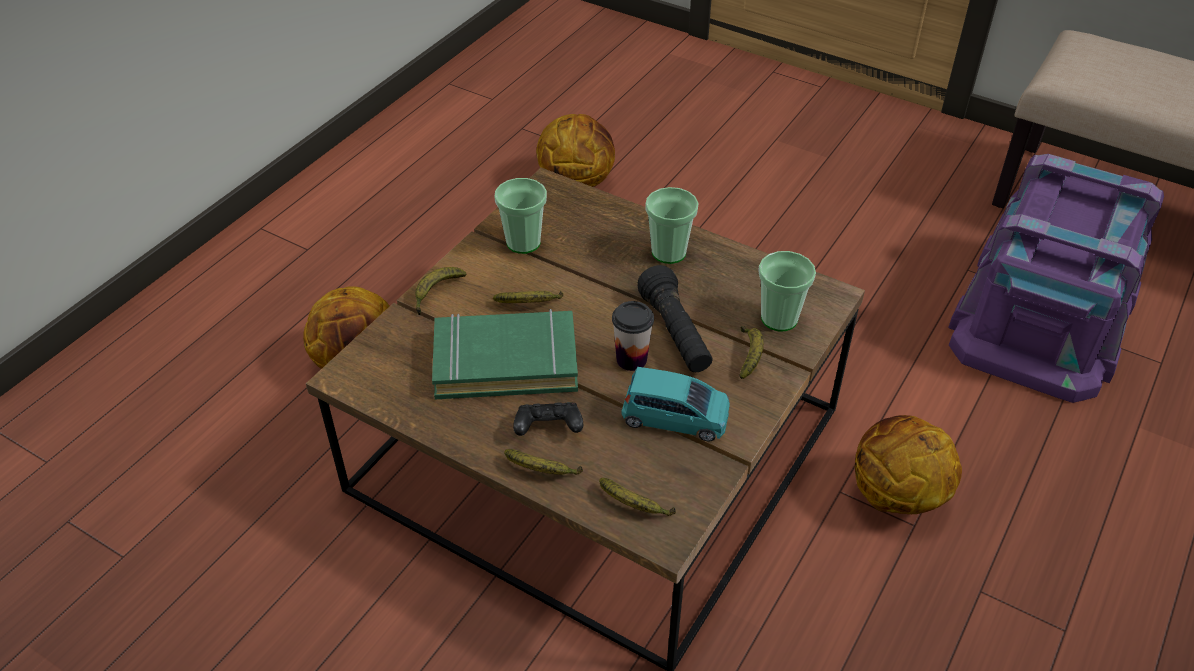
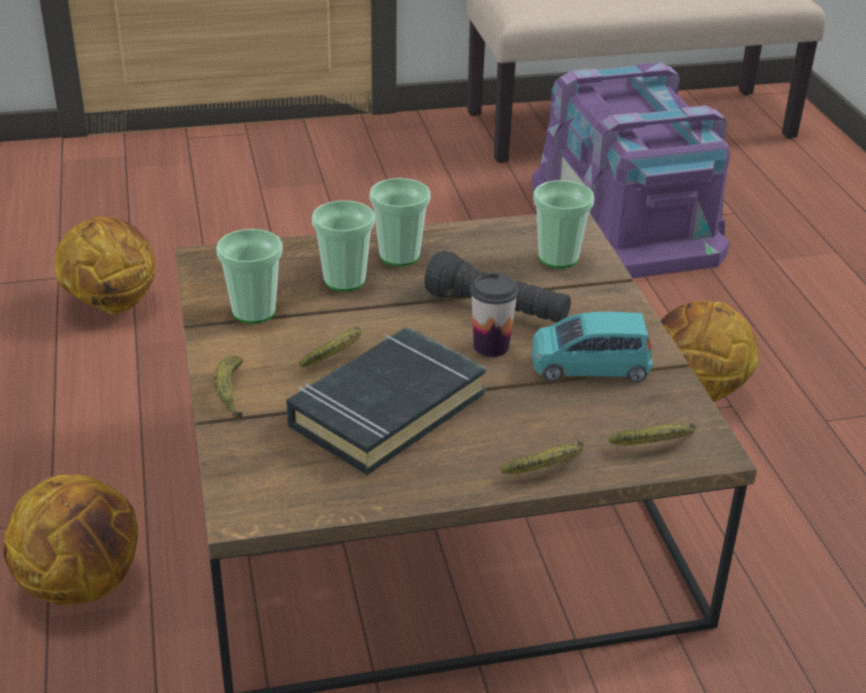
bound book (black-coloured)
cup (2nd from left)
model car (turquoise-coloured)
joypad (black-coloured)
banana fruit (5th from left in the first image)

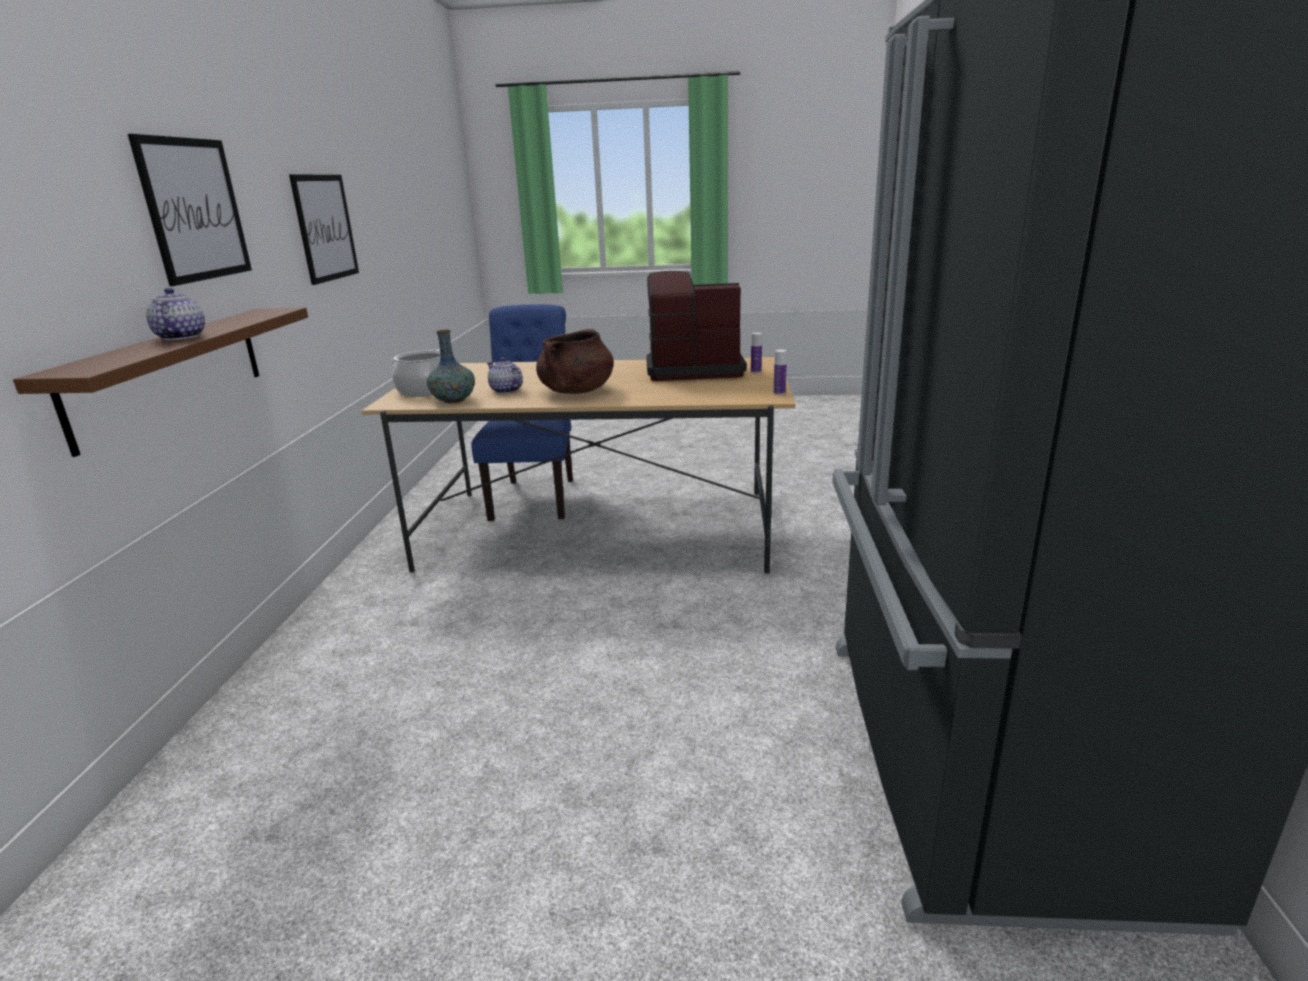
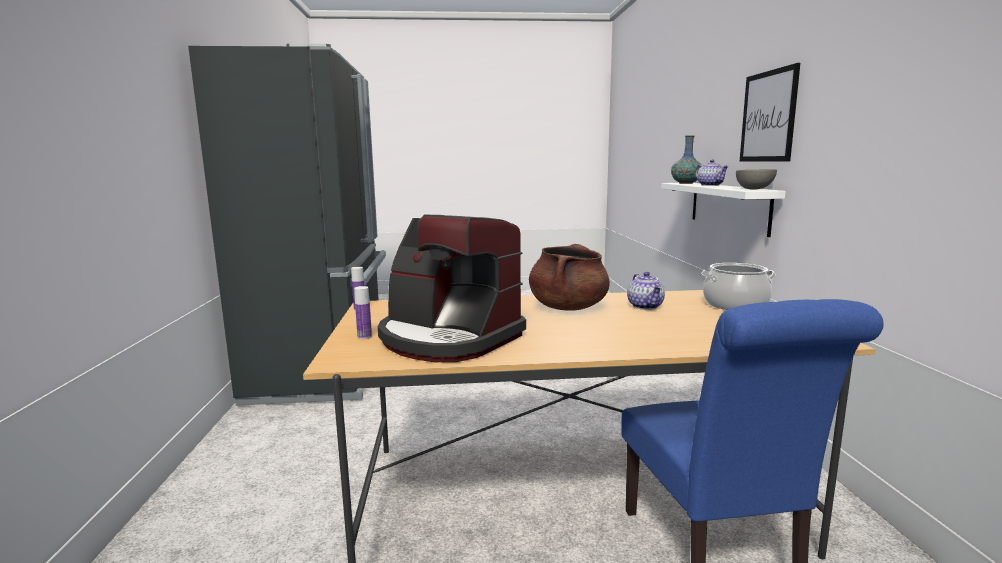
coffee maker
pot for tea (1st from left)
shelf (white)
decorative vase
deep dish (gray)
picture (2nd from left in the first image)

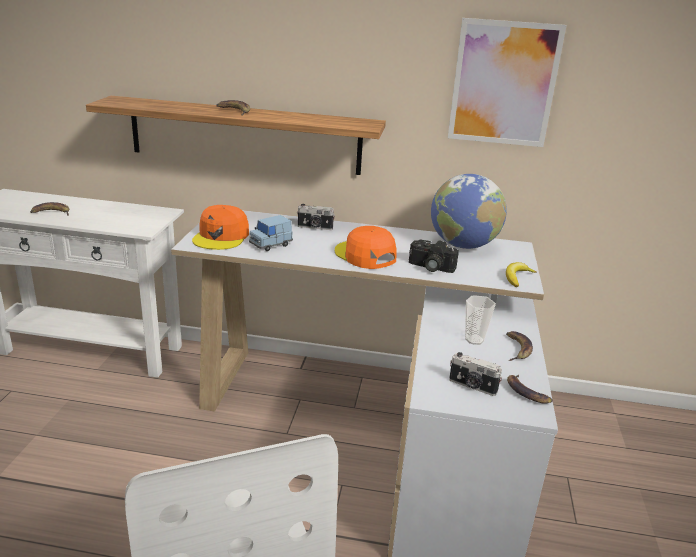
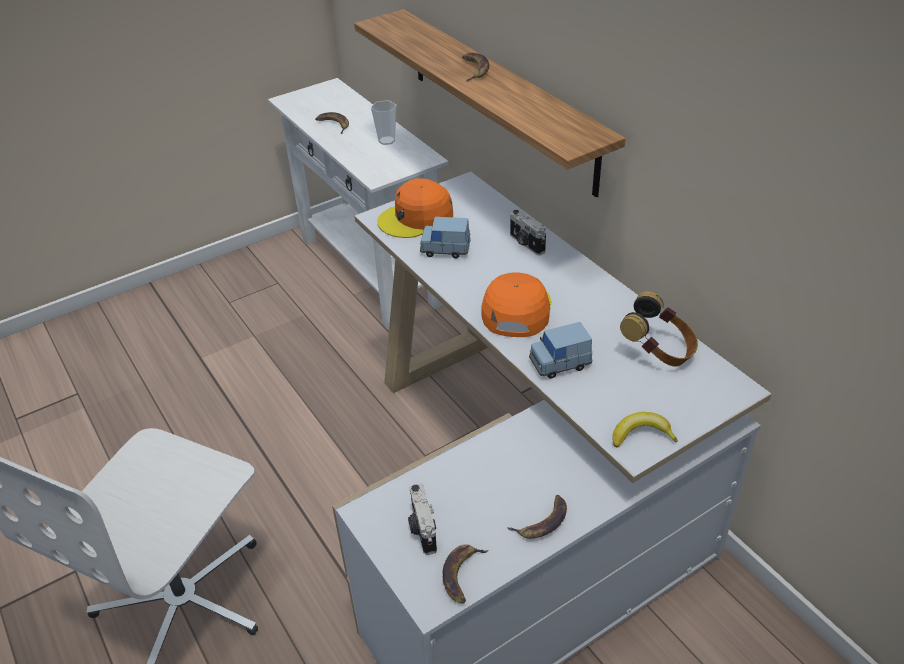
cup
model car (blue-coloured) (2nd from left)
pair of headphones
picture

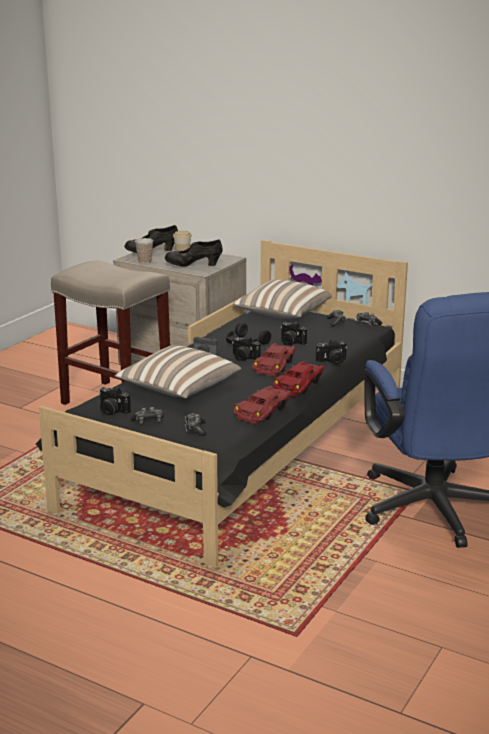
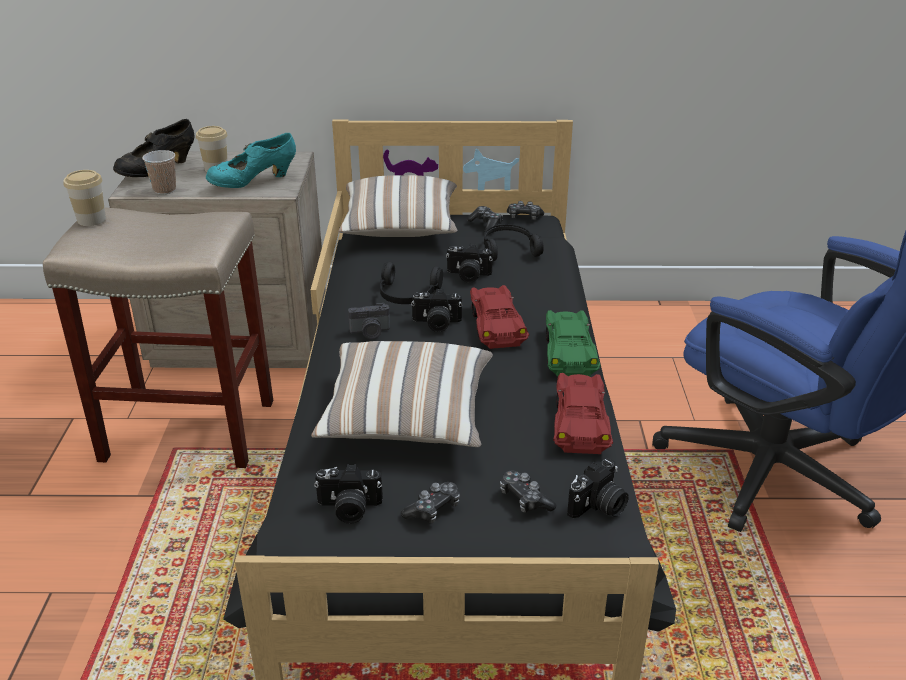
cup (1st from left)
item of footwear (turquoise-coloured)
pair of headphones (black-coloured) (2nd from left)
model car (green-coloured)
photo camera (5th from left)

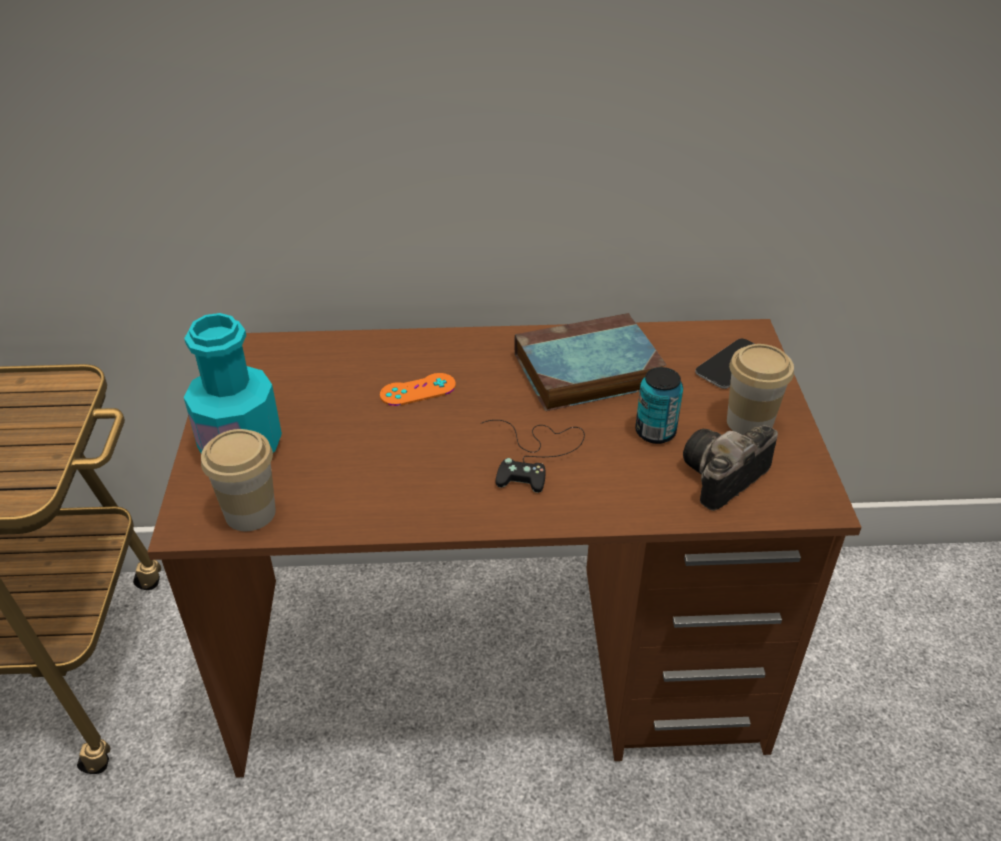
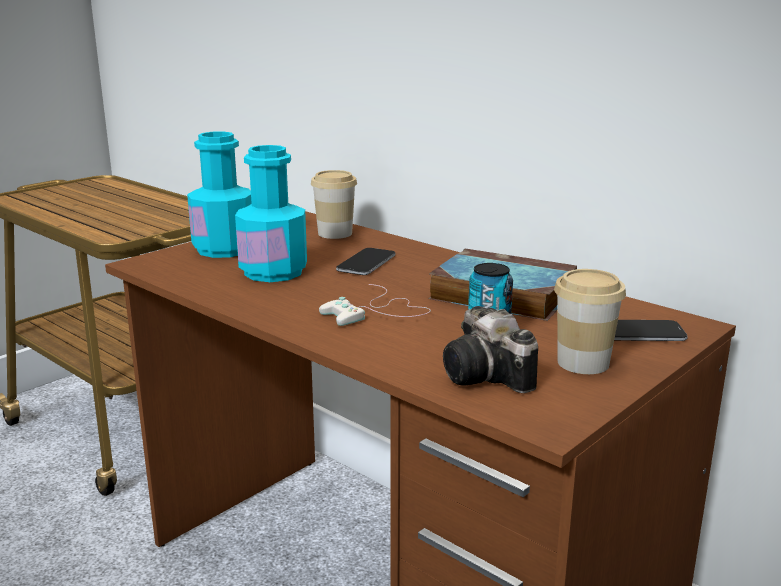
beverage bottle (turquoise-coloured) (2nd from left)
cup (1st from left)
joypad (white)
phone (1st from left)
photo camera

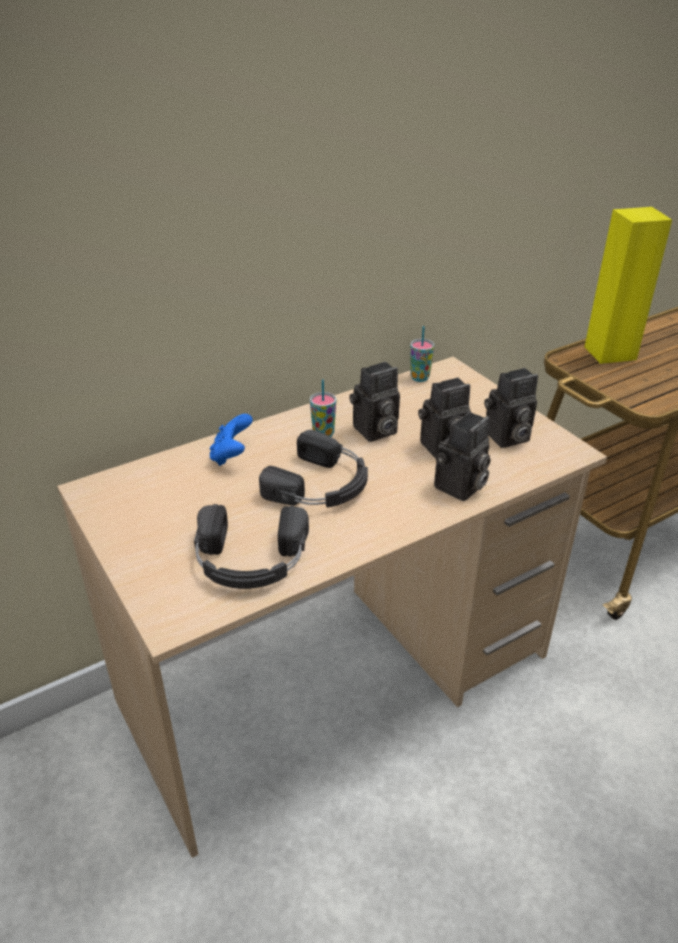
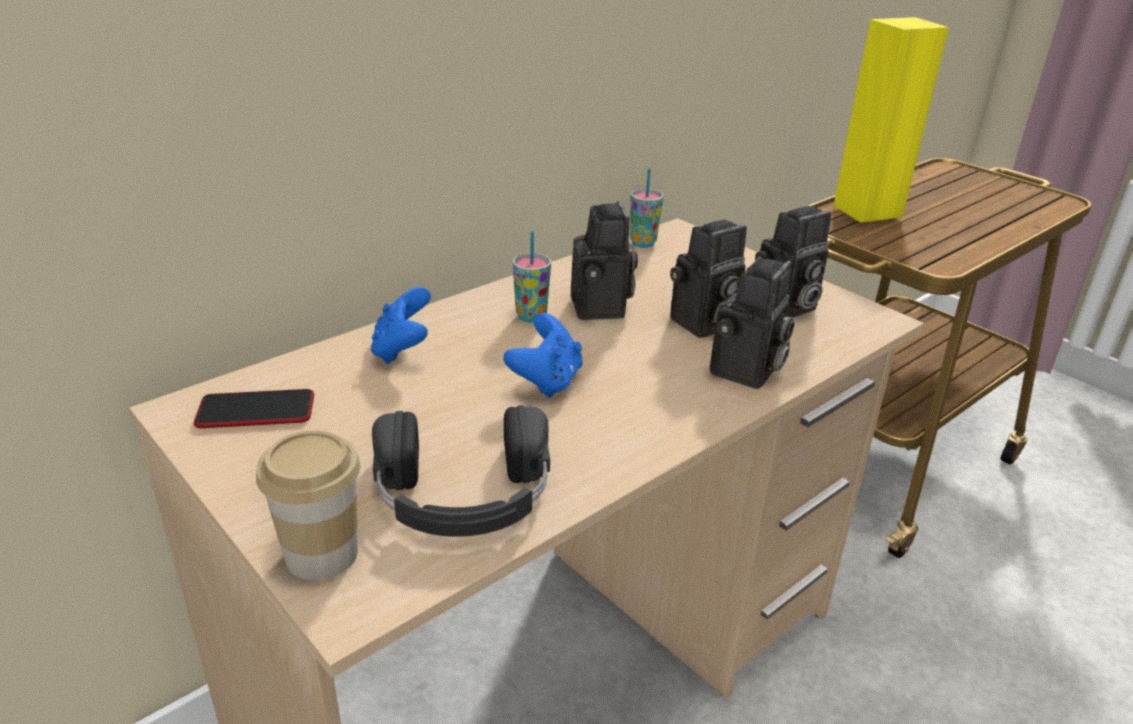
phone
cup (1st from left)
joypad (blue-coloured) (2nd from left)
photo camera (1st from left)

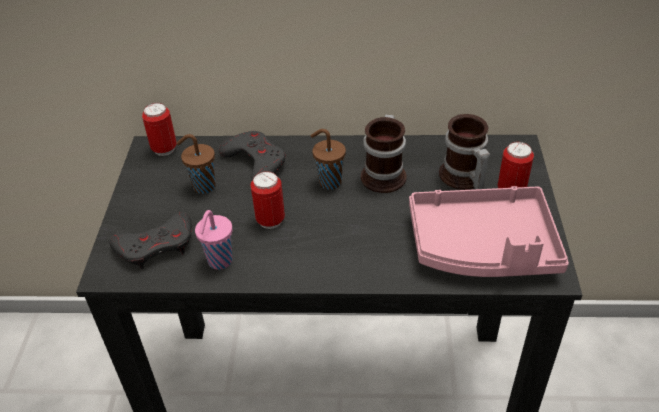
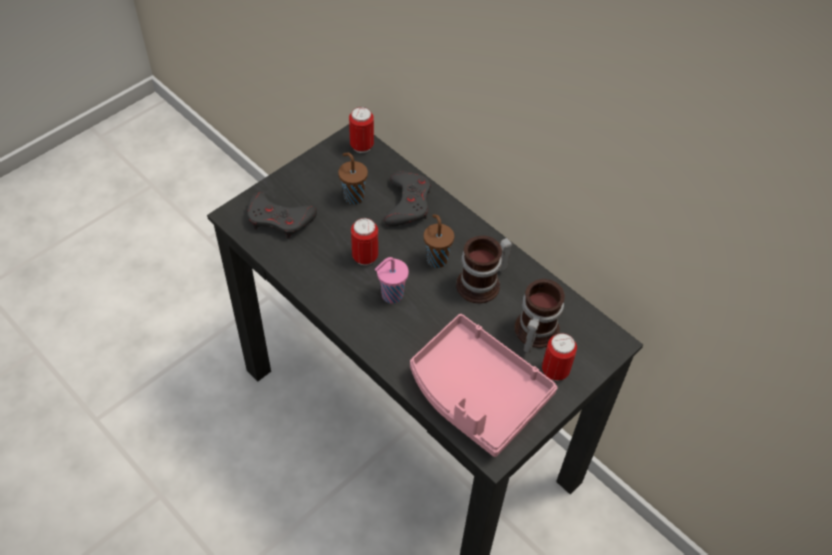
cup (pinkish)

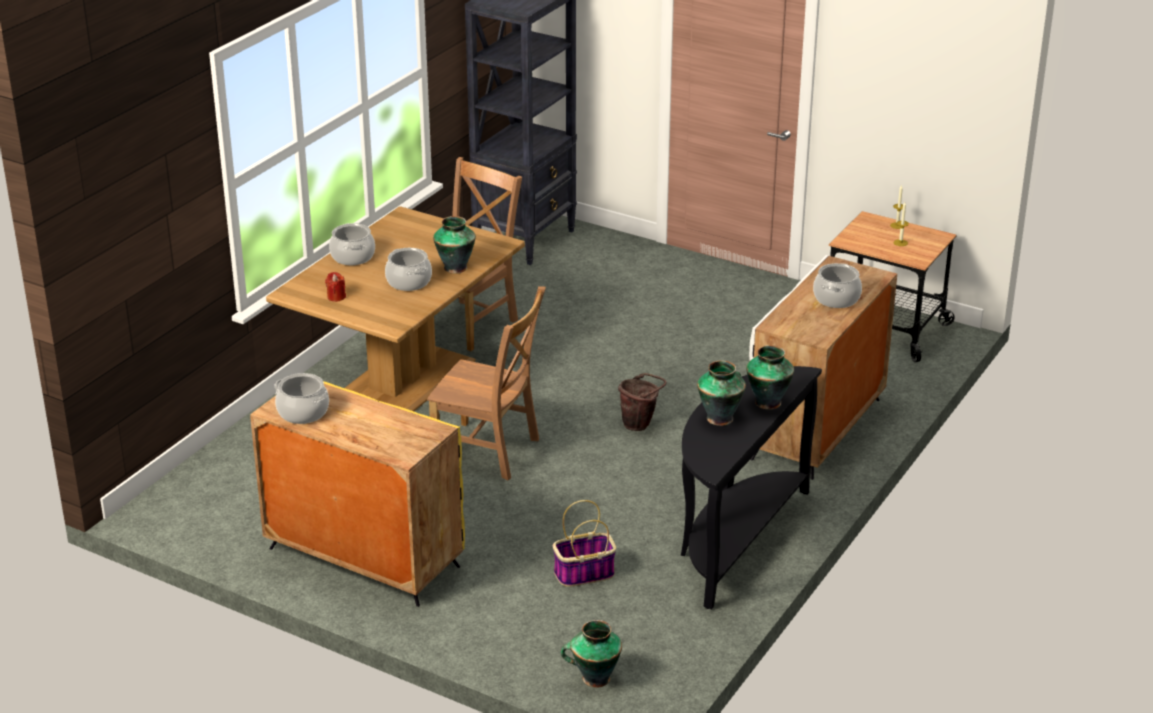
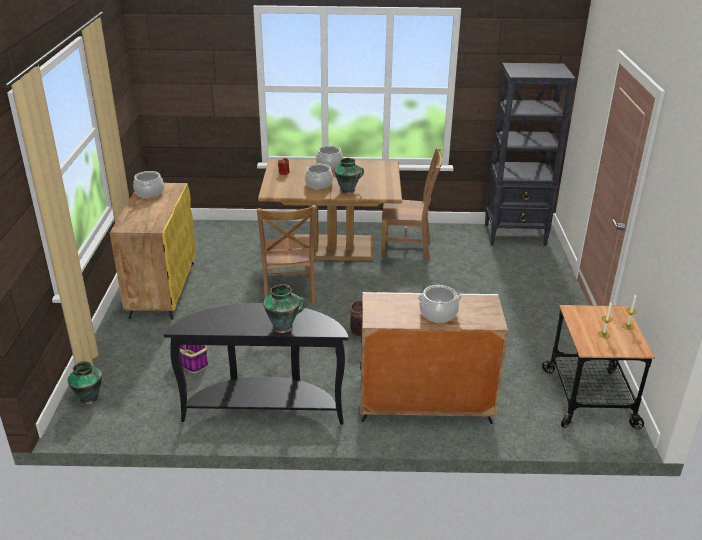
decorative vase (3rd from left in the first image)

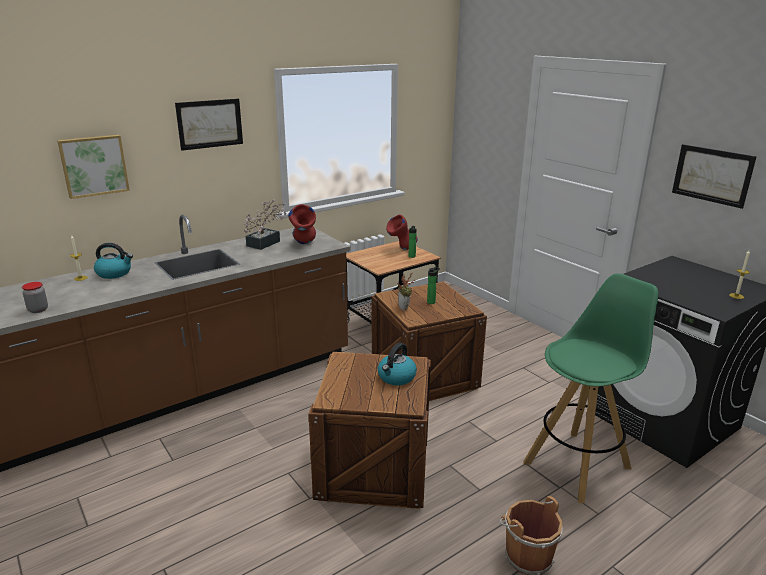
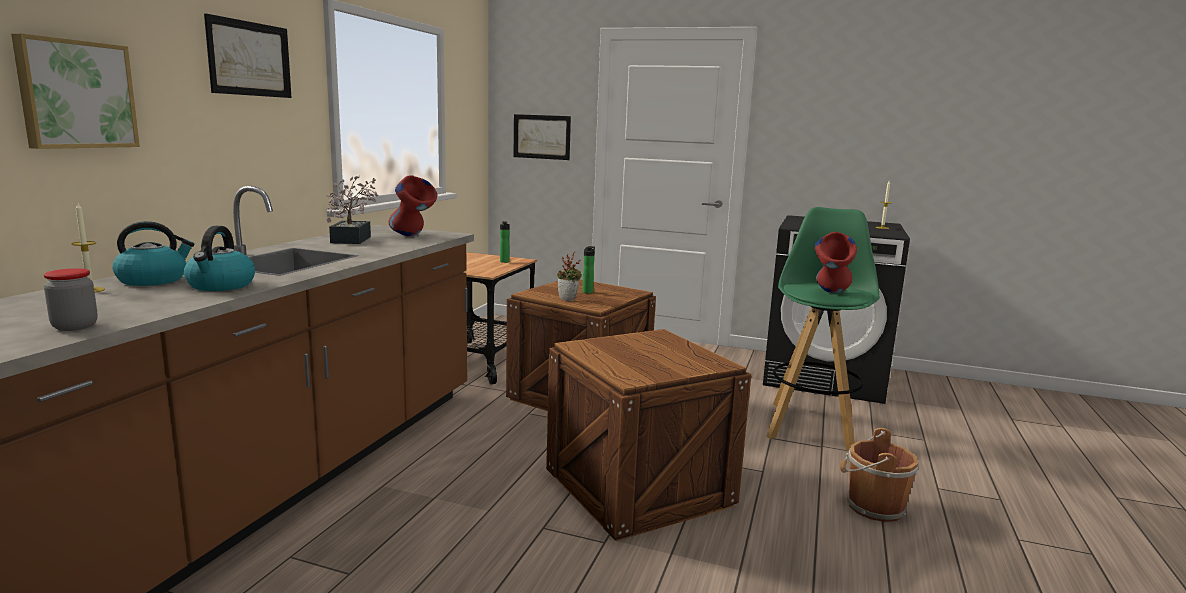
kettle (2nd from left)
picture (3rd from left)
decorative vase (red-coloured) (2nd from left)

